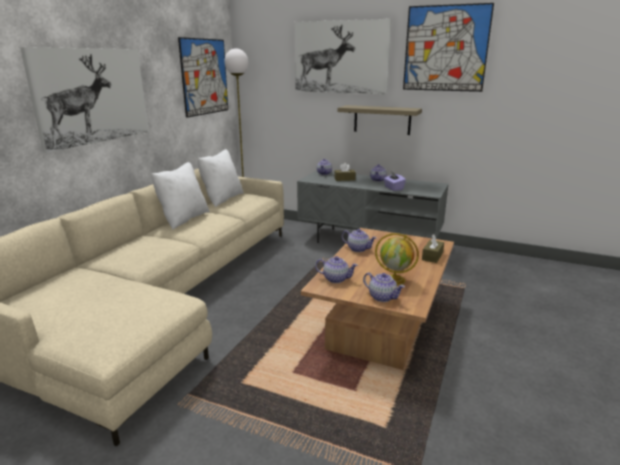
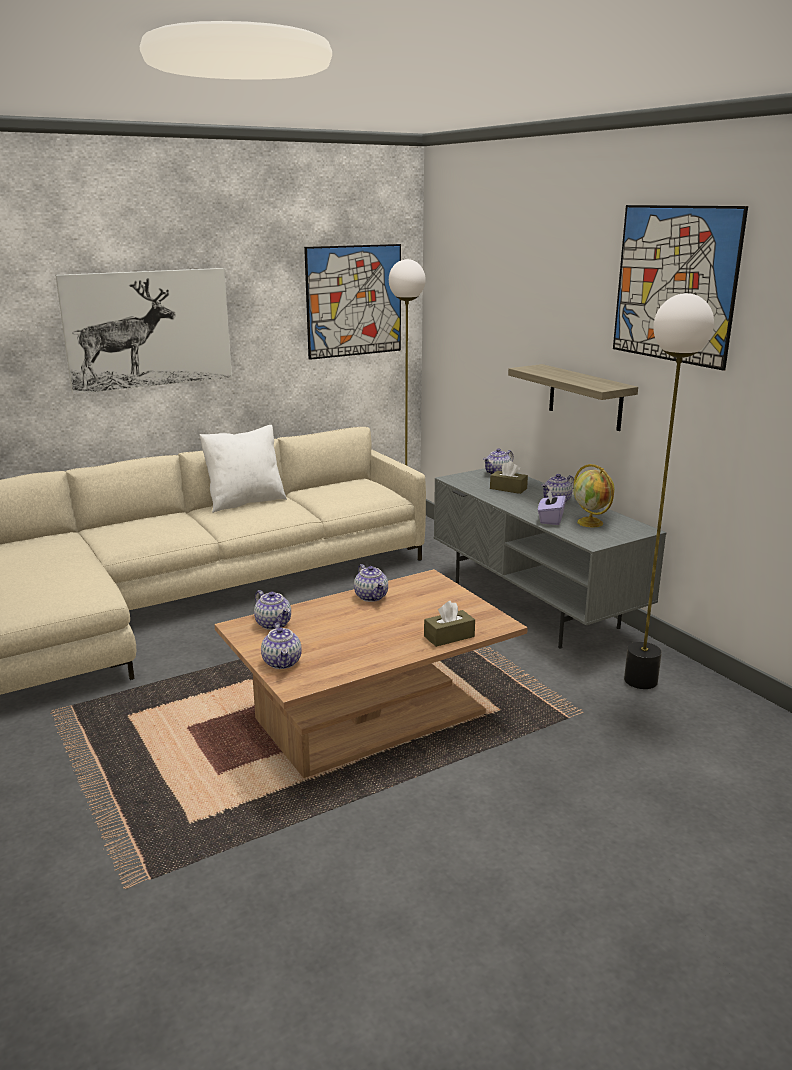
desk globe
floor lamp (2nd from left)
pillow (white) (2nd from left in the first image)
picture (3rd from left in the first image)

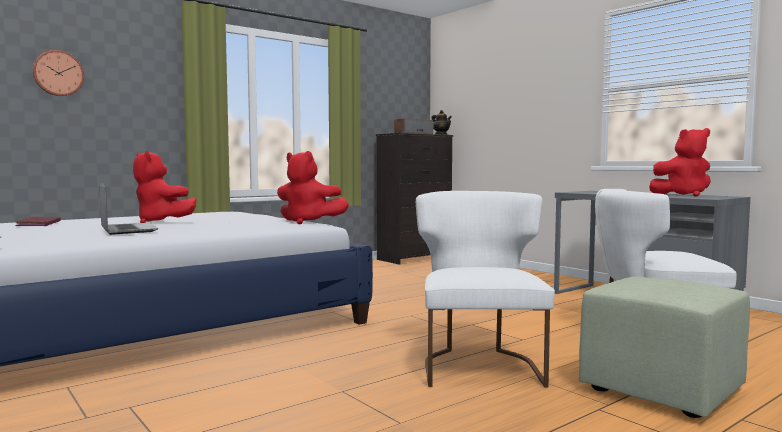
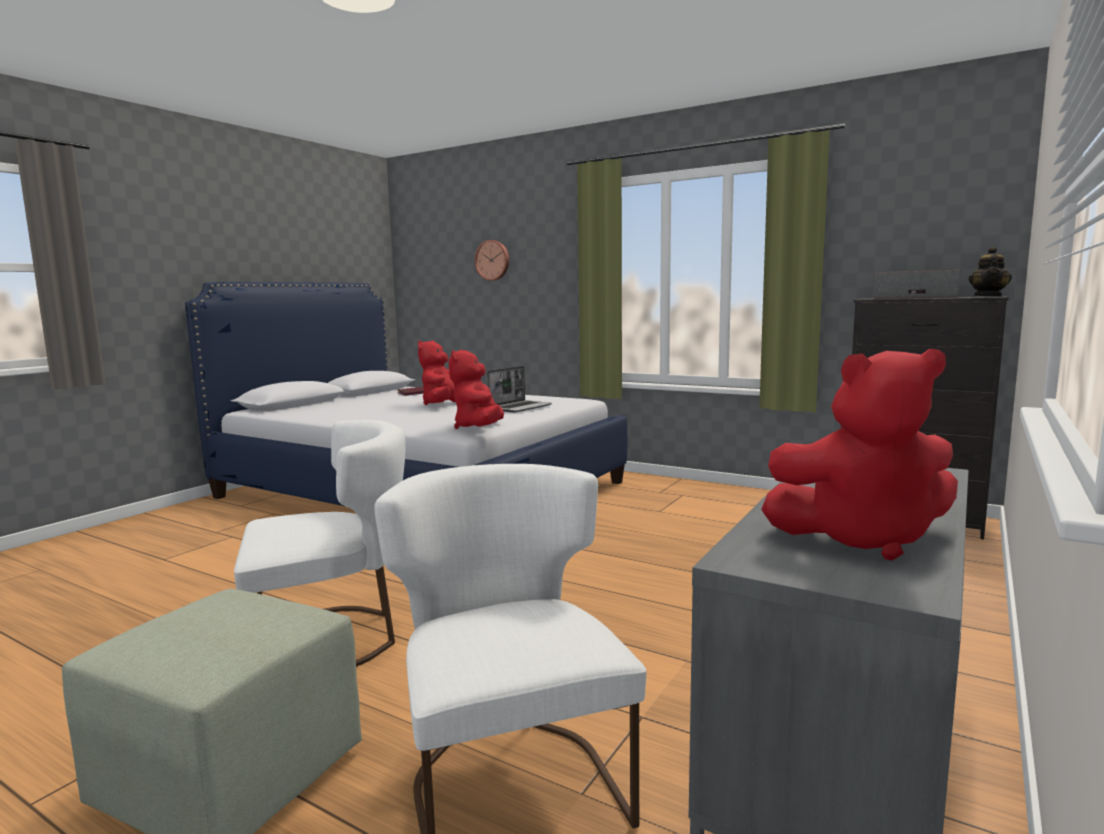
portable computer
cuddly toy (red-coloured) (3rd from left)

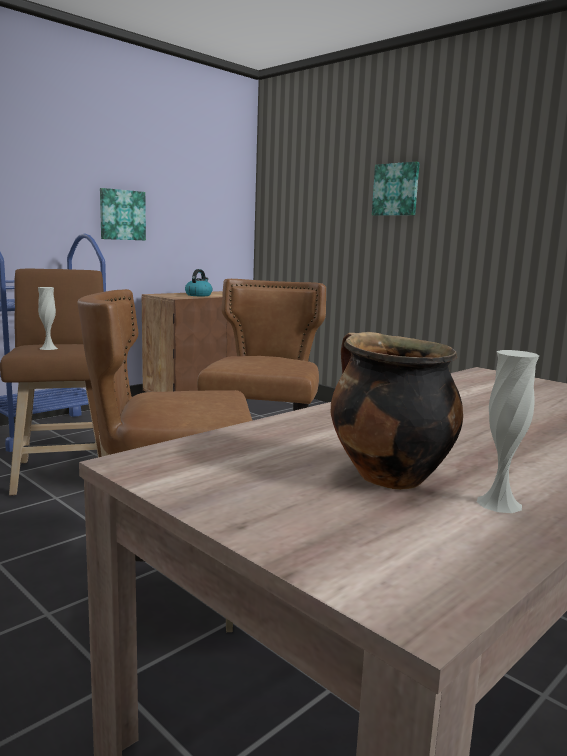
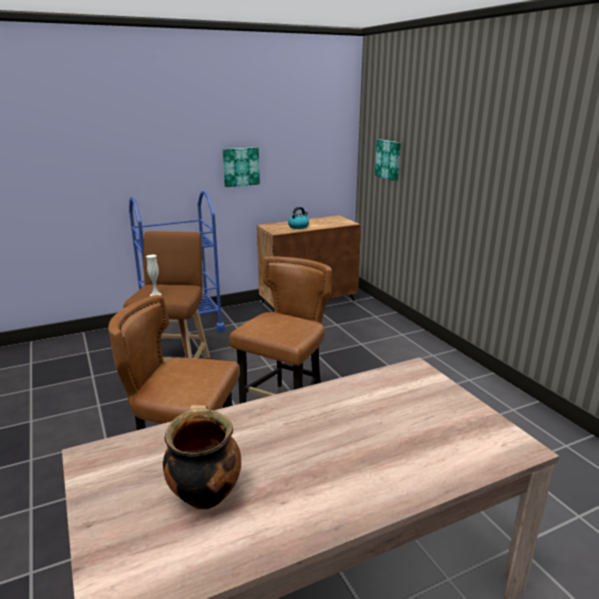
picture (2nd from left)
decorative vase (white) (2nd from left in the first image)

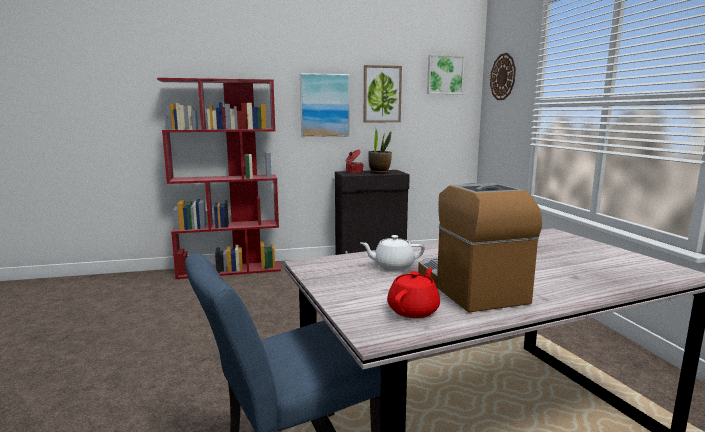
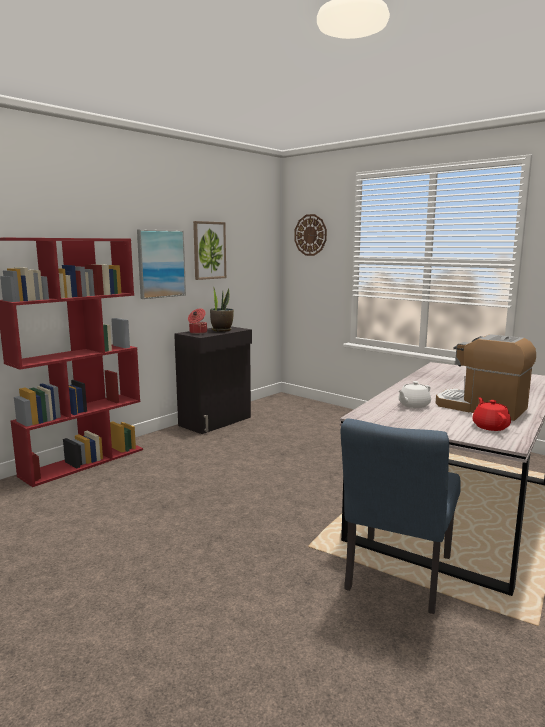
picture (3rd from left in the first image)

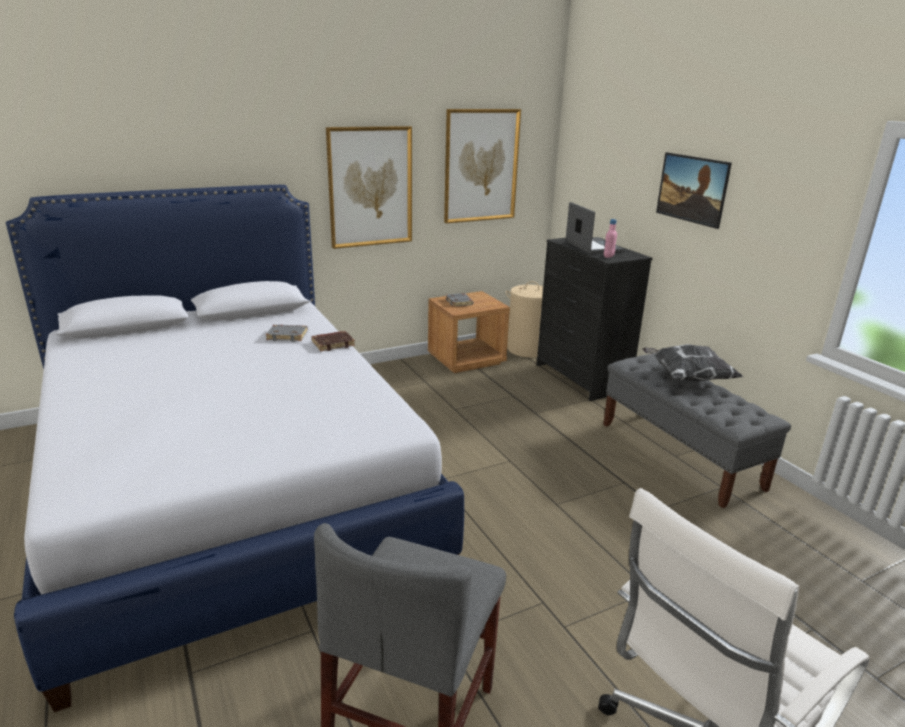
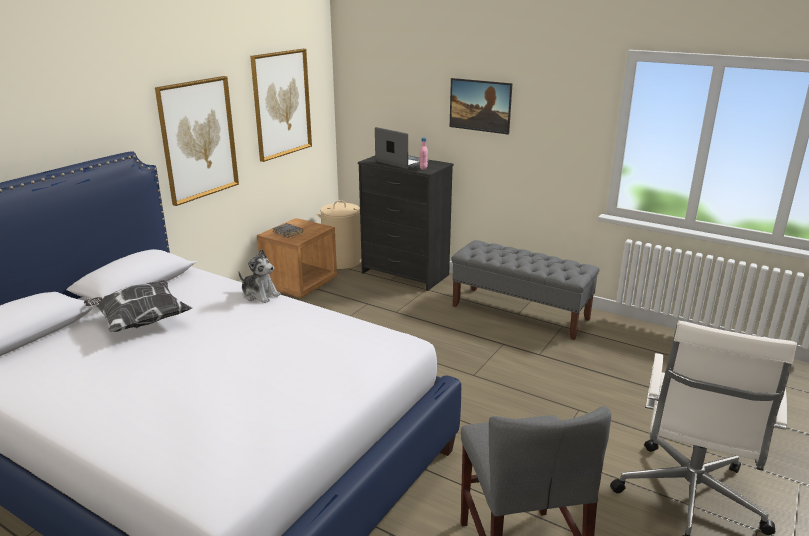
pillow
cuddly toy
bound book (gray) (1st from left in the first image)

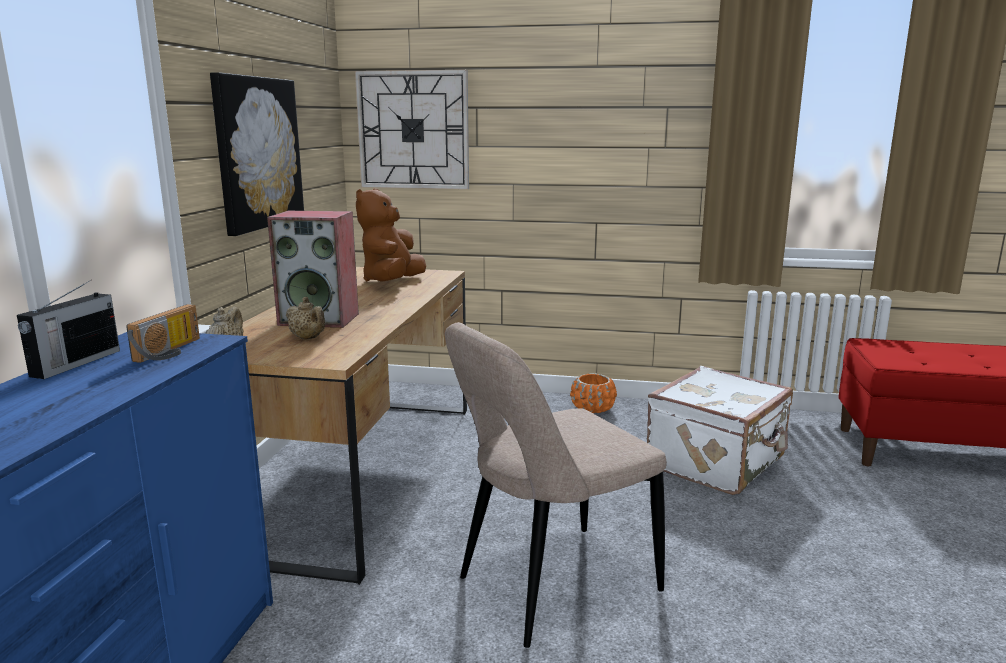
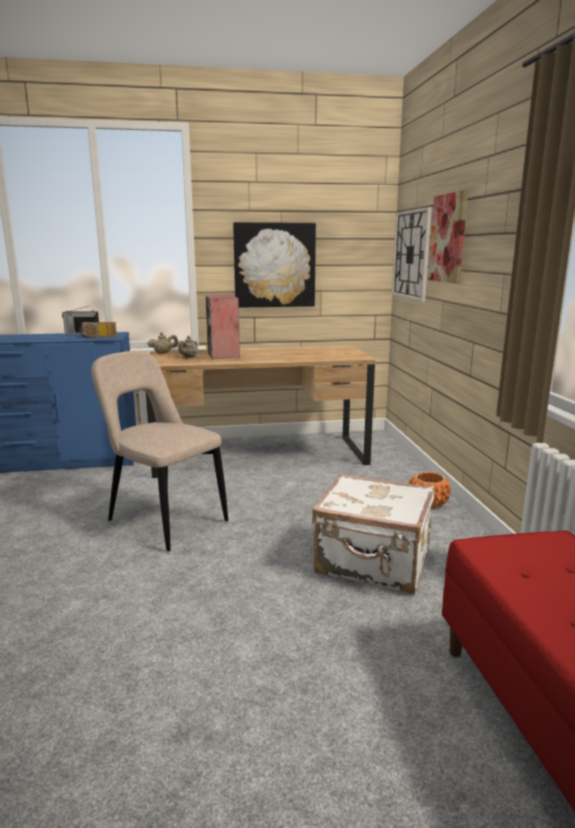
picture (2nd from left)
cuddly toy (brownish)

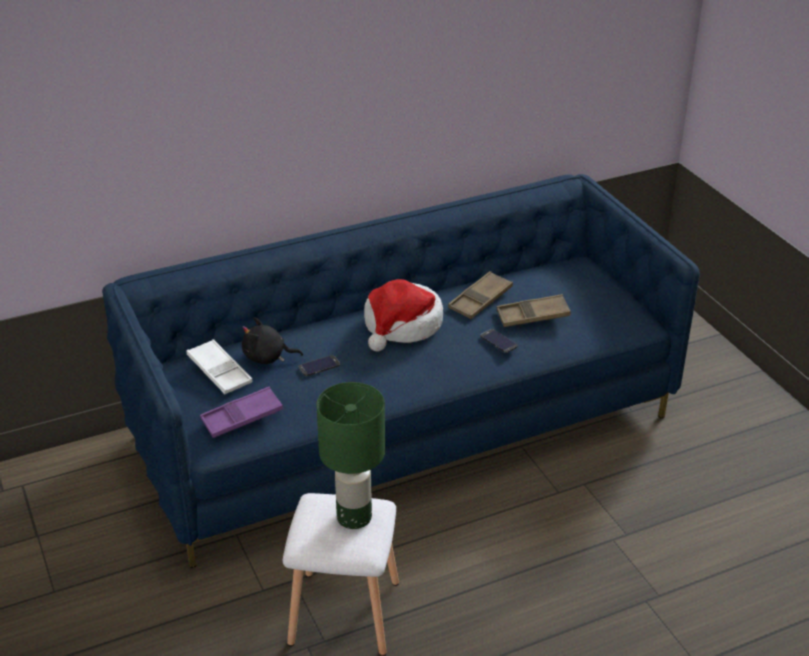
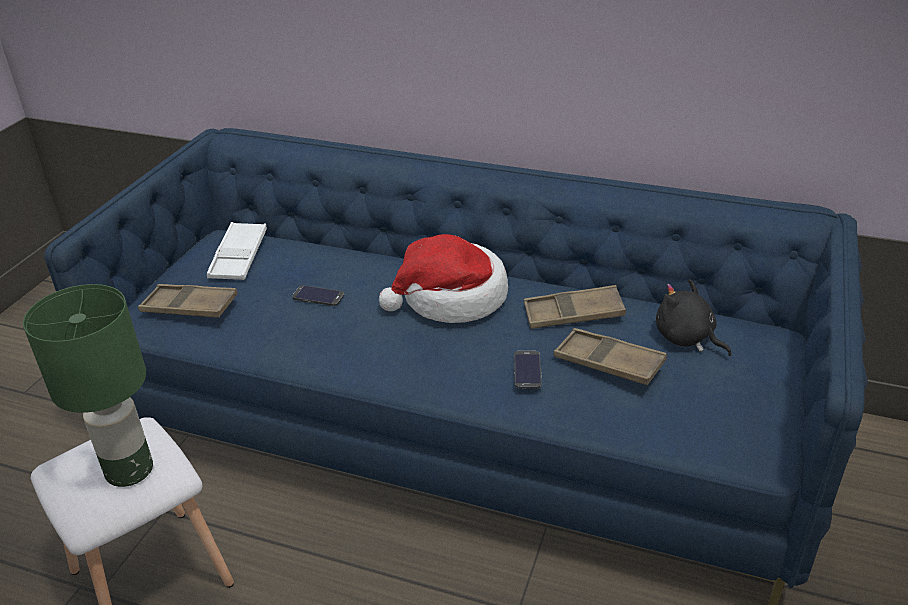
carrying tray (brownish) (1st from left)
cuddly toy (black-coloured)

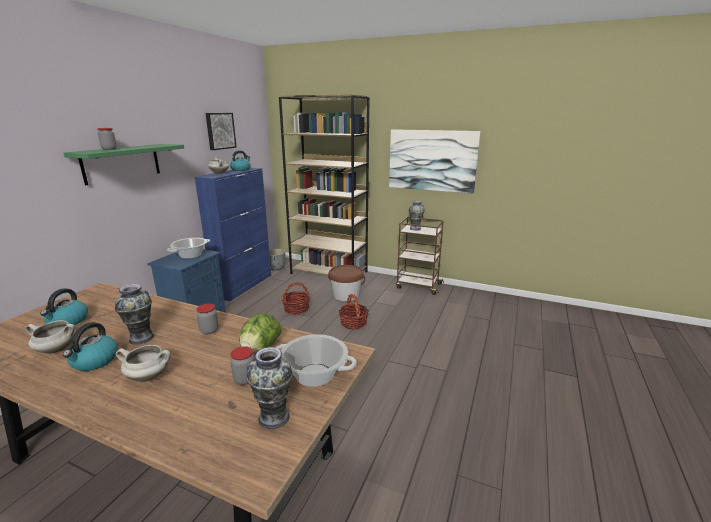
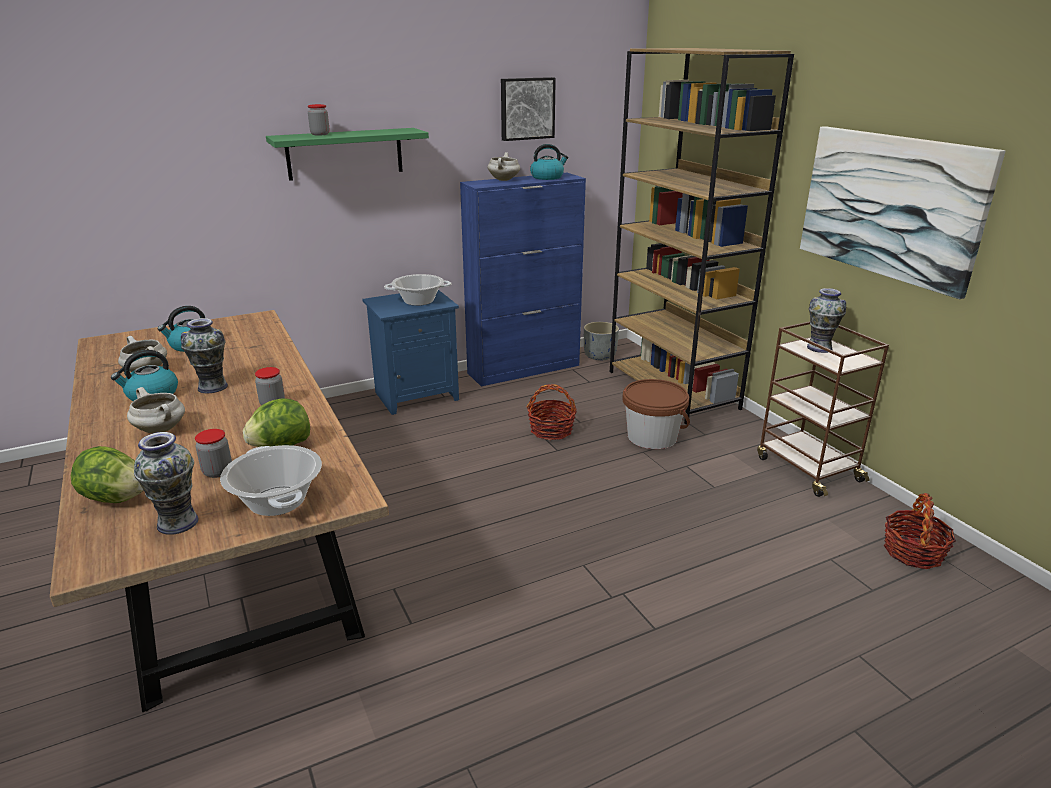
lettuce (1st from left)
basket (2nd from left)

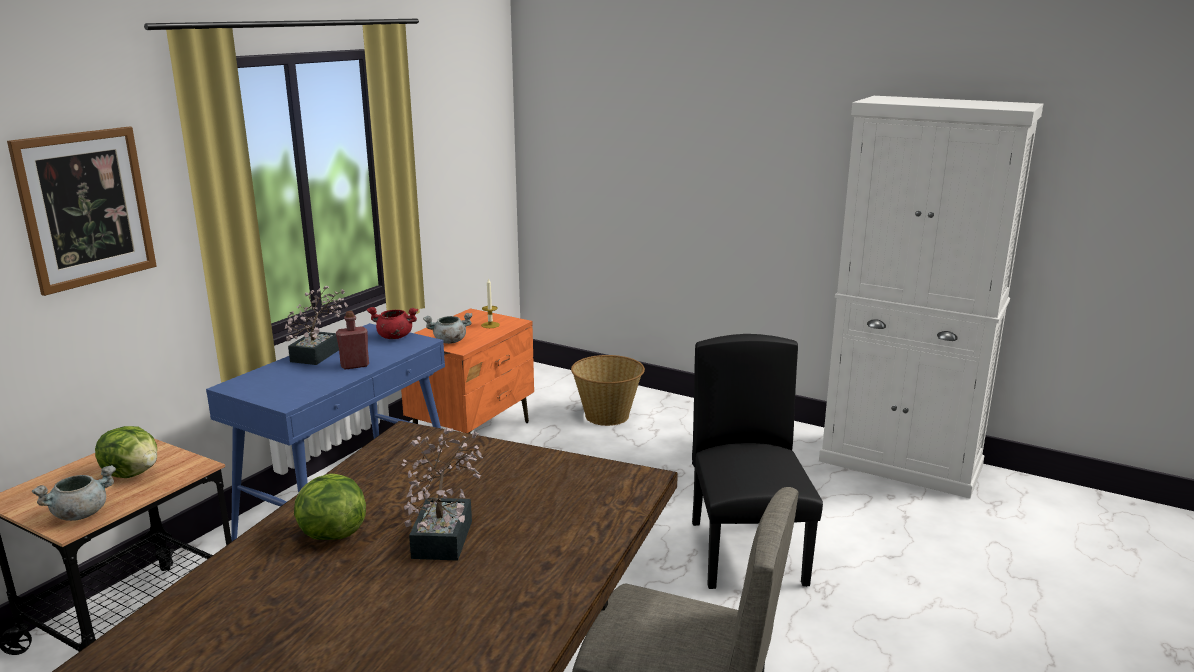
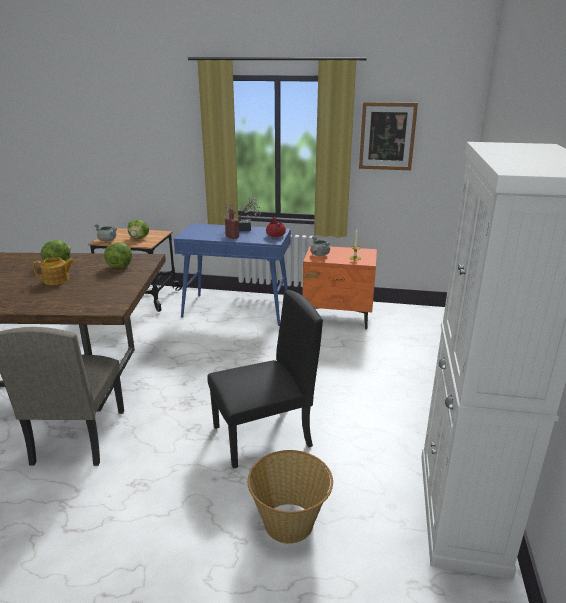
pot for tea
lettuce (2nd from left)
basket
picture

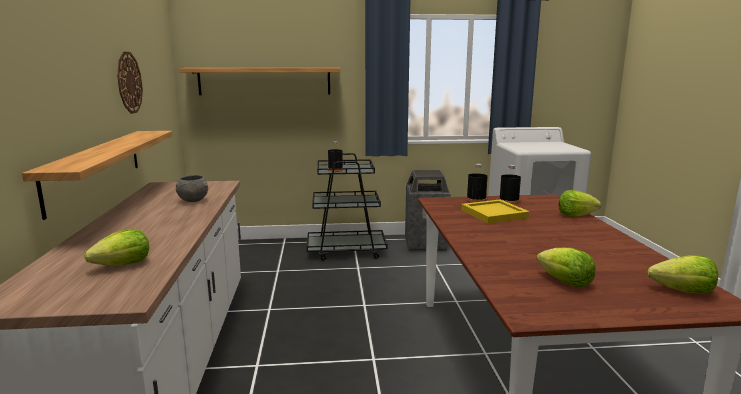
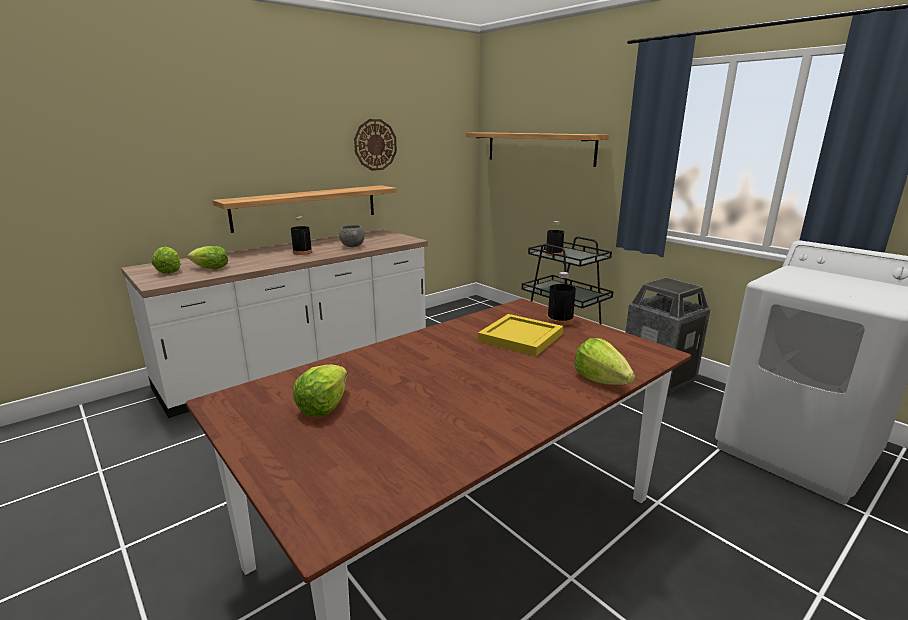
lettuce (1st from left)
beverage bottle (black-coloured) (1st from left)

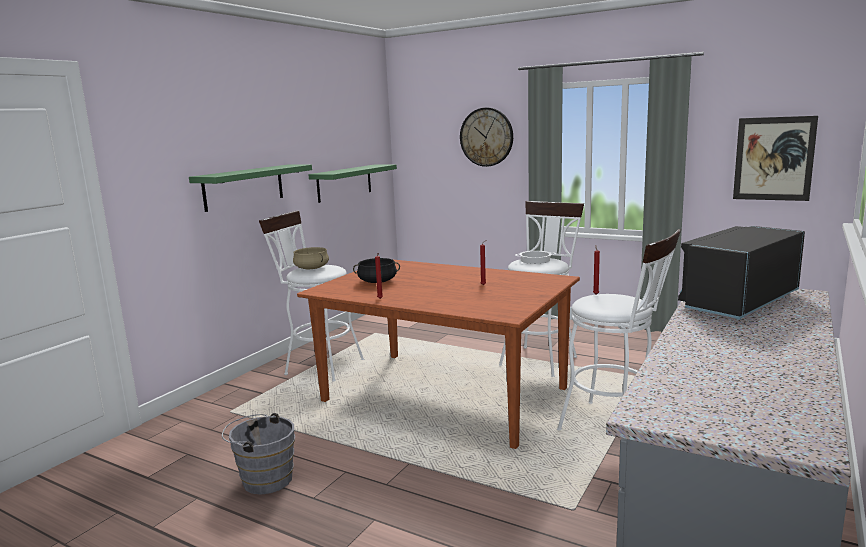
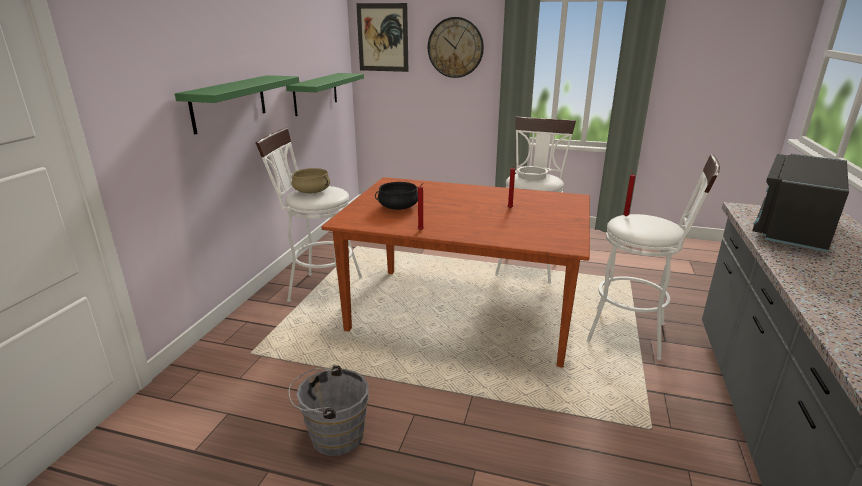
picture

